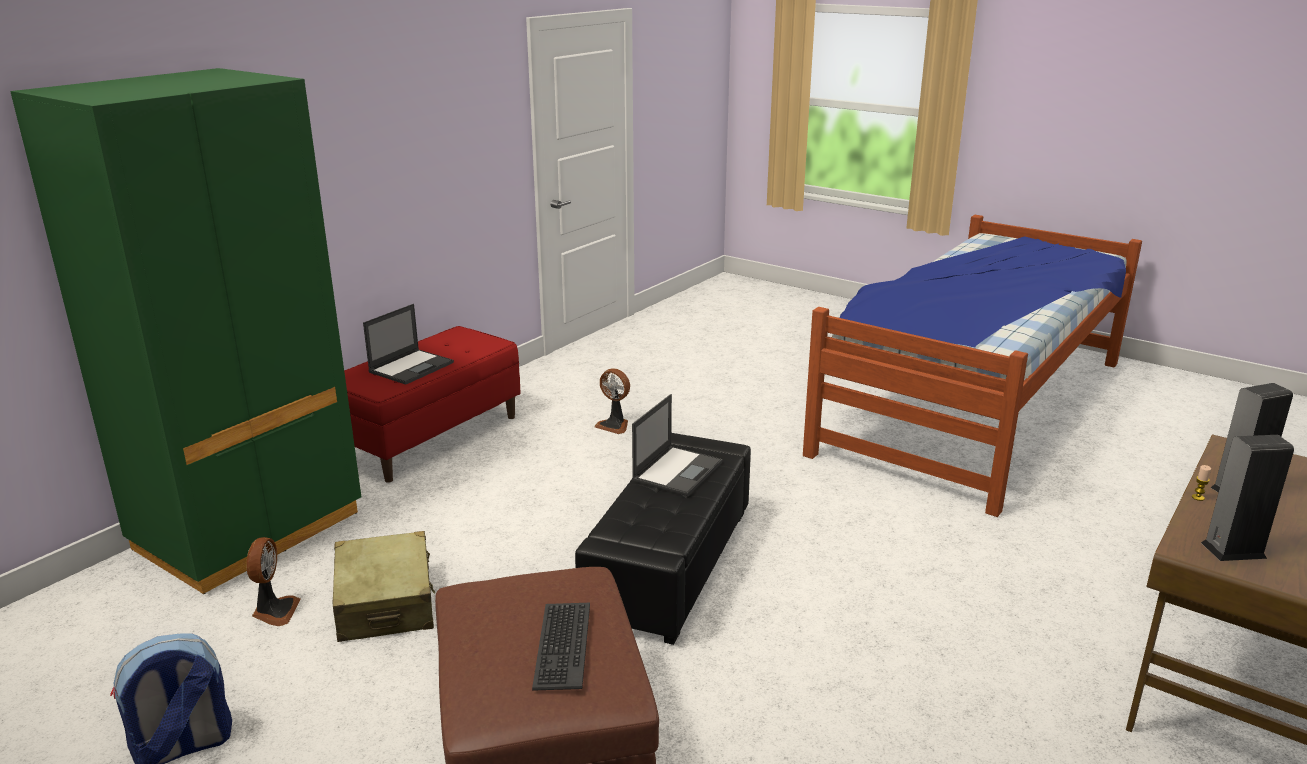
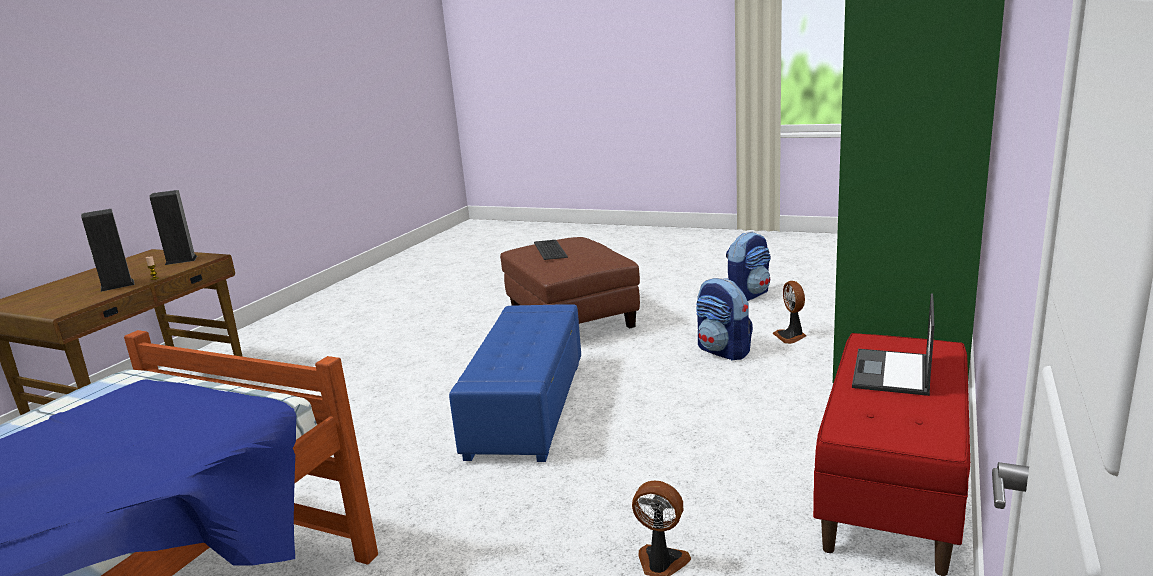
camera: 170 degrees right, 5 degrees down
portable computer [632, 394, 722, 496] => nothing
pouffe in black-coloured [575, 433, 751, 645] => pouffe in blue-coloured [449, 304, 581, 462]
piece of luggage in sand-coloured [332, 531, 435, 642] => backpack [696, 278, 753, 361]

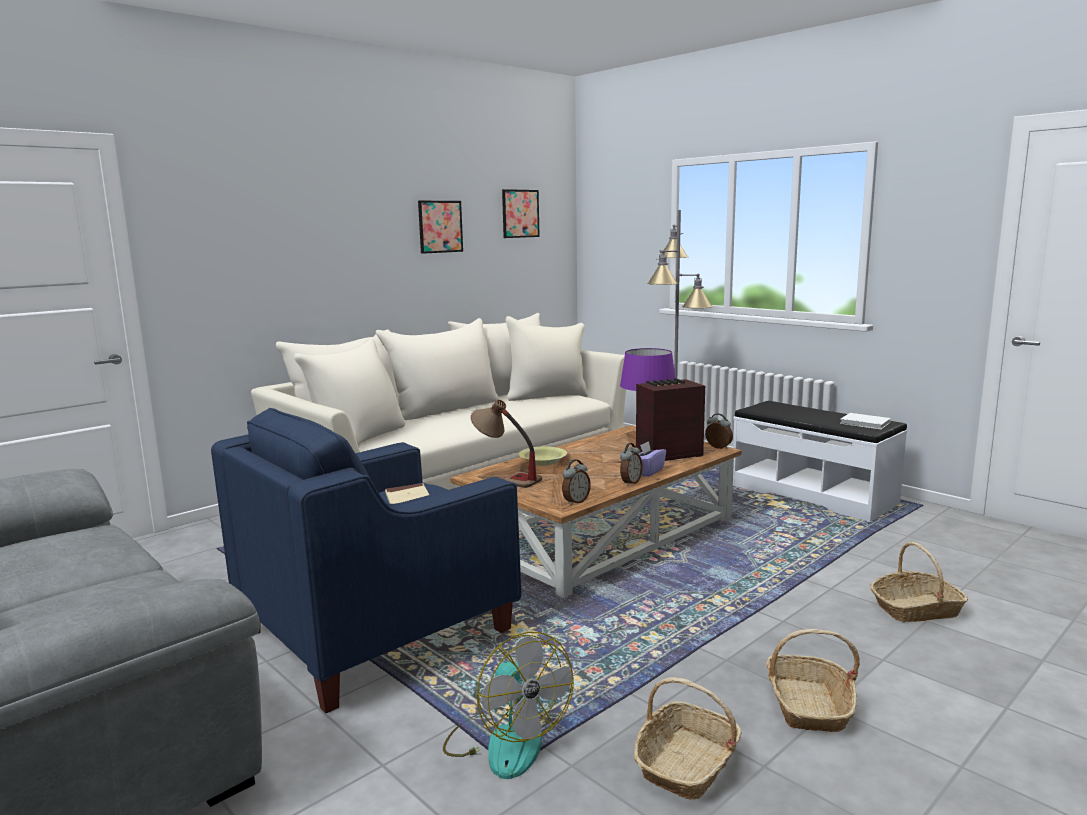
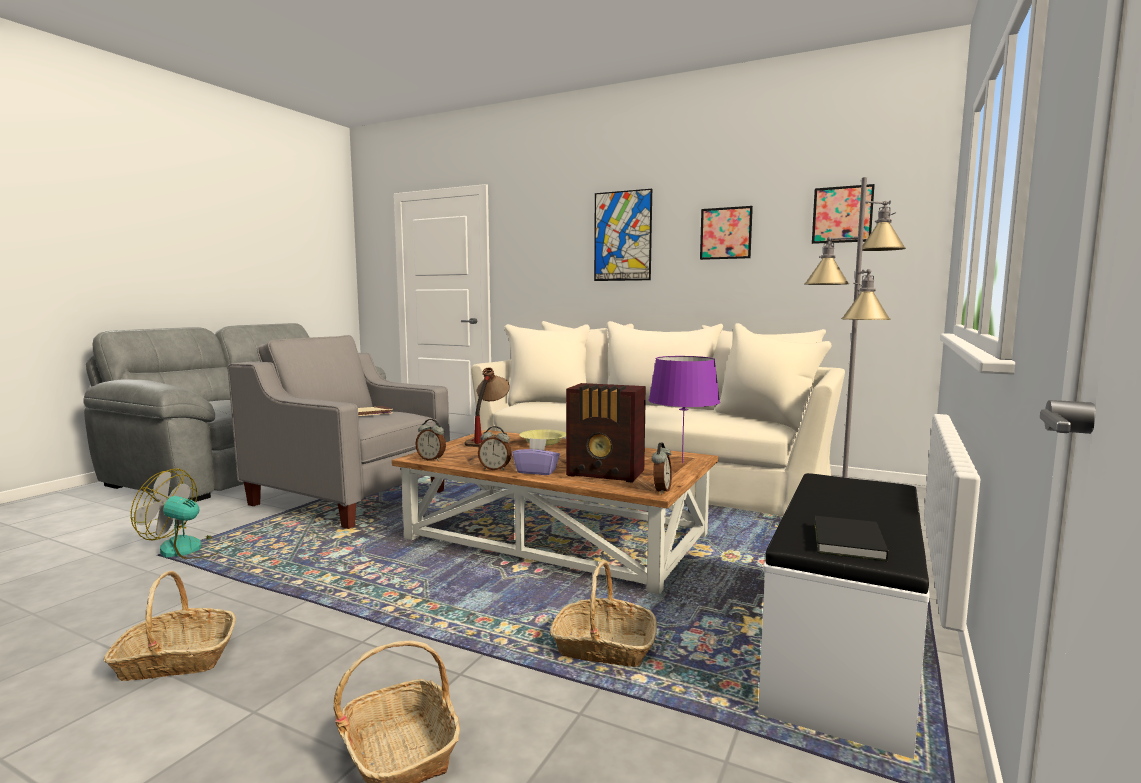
camera: 70 degrees right, 5 degrees down
radio [636, 378, 705, 461] => radio [566, 383, 646, 483], 150 degrees clockwise
easy chair in blue-coloured [211, 408, 521, 713] => easy chair in gray [228, 335, 450, 529]
book in white-coloured [840, 413, 891, 430] => book in black-coloured [814, 516, 888, 561]
cooling fan [443, 632, 574, 779] => cooling fan [131, 469, 229, 559], 60 degrees clockwise
storage basket [634, 677, 742, 800] => storage basket [550, 561, 657, 667], move
nothing => wall art [594, 189, 652, 281]

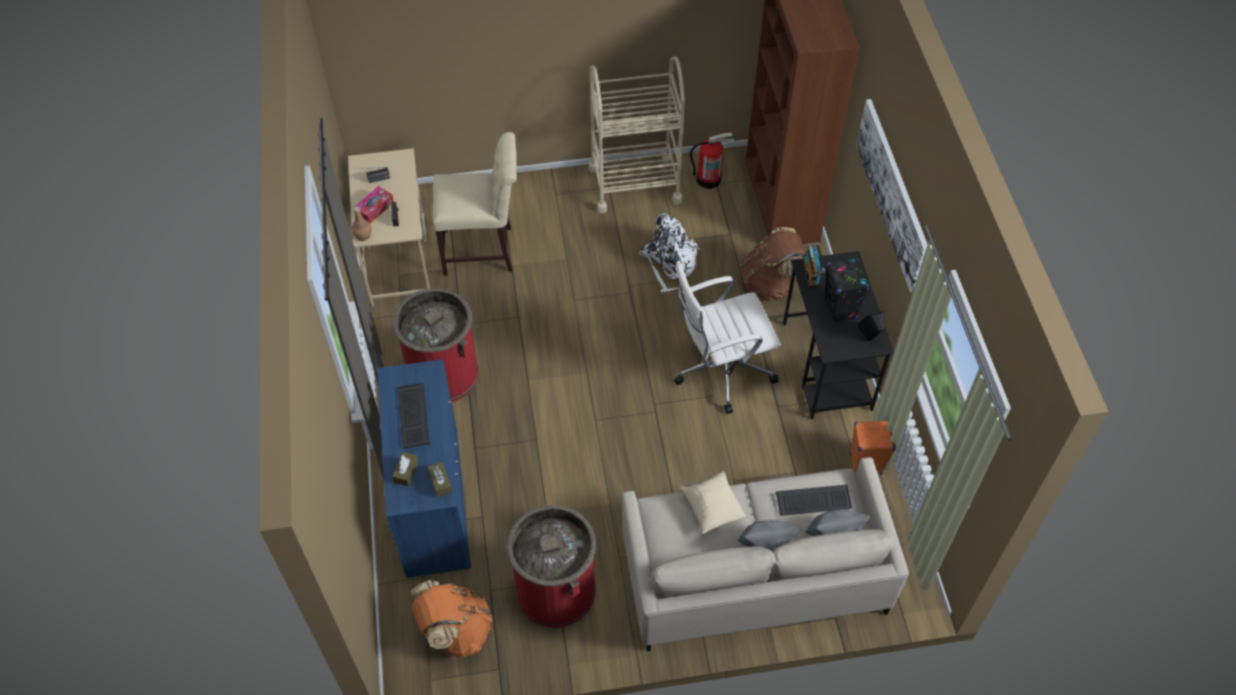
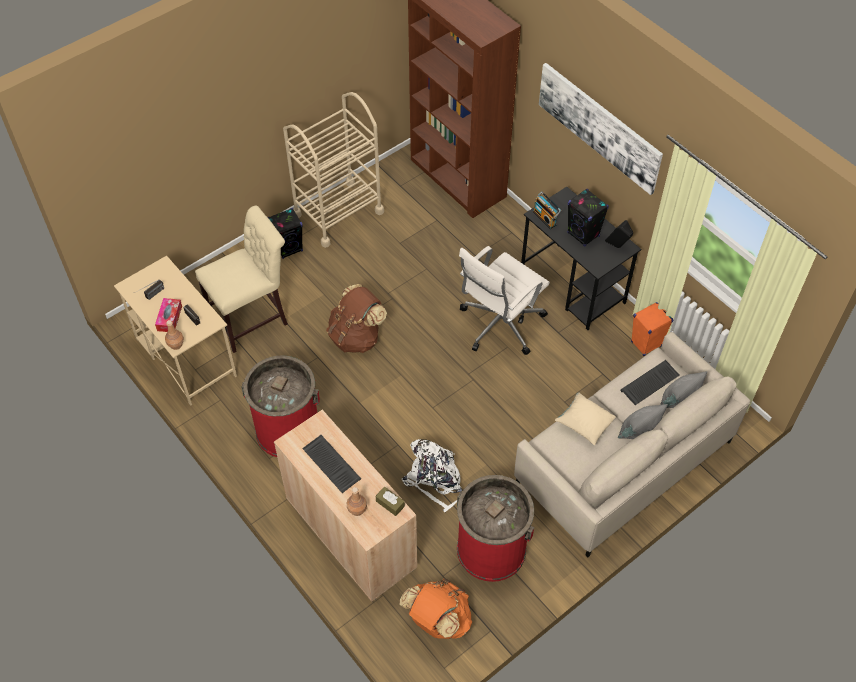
camera: 30 degrees left, 0 degrees up
fire-fighting cylinder [690, 132, 734, 189] => nothing
backpack in white-coloured [640, 213, 700, 292] => backpack in white-coloured [402, 439, 463, 512], move
backpack in brown-coloured [740, 227, 805, 301] => backpack in brown-coloured [326, 284, 387, 353], move
storage cabinet in blue-coloured [377, 360, 471, 578] => storage cabinet in sand-coloured [274, 410, 417, 602]
tissue holder in brown-coloured [392, 452, 419, 486] => drink bottle in brown-coloured [347, 487, 367, 516]
nothing => speaker in black-coloured [268, 208, 303, 259]

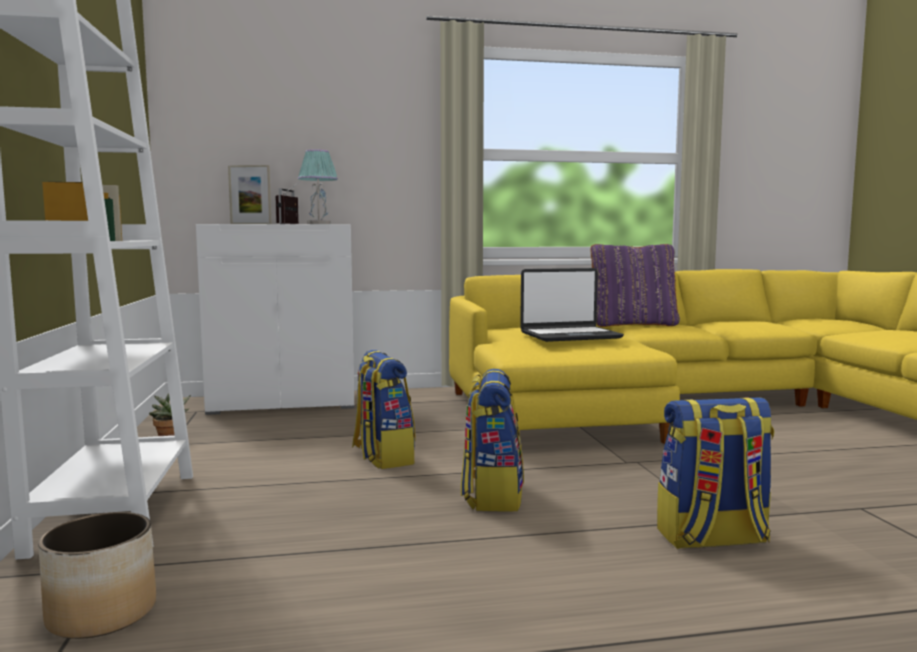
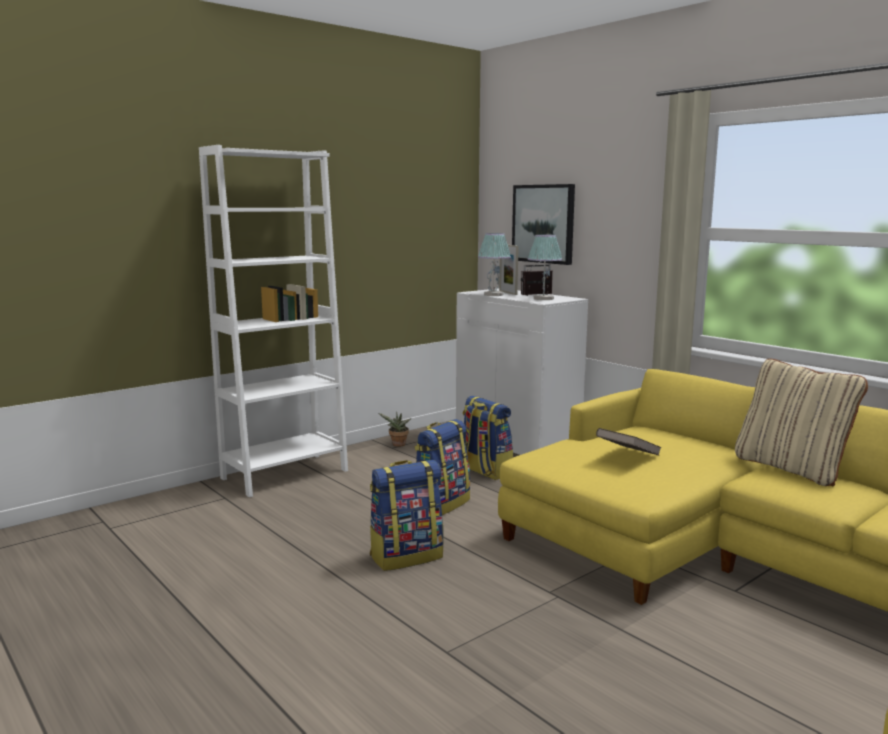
camera: 60 degrees right, 5 degrees up
pillow in purple-coloured [591, 244, 680, 327] => pillow in sand-coloured [735, 359, 868, 487]
portable computer [520, 268, 624, 342] => book in brown-coloured [596, 428, 662, 456]
backpack [657, 397, 774, 549] => backpack [463, 396, 513, 480], move
plant pot [38, 512, 156, 639] => nothing
nothing => wall art [512, 184, 575, 265]
nothing => tabletop lamp [478, 233, 511, 296]

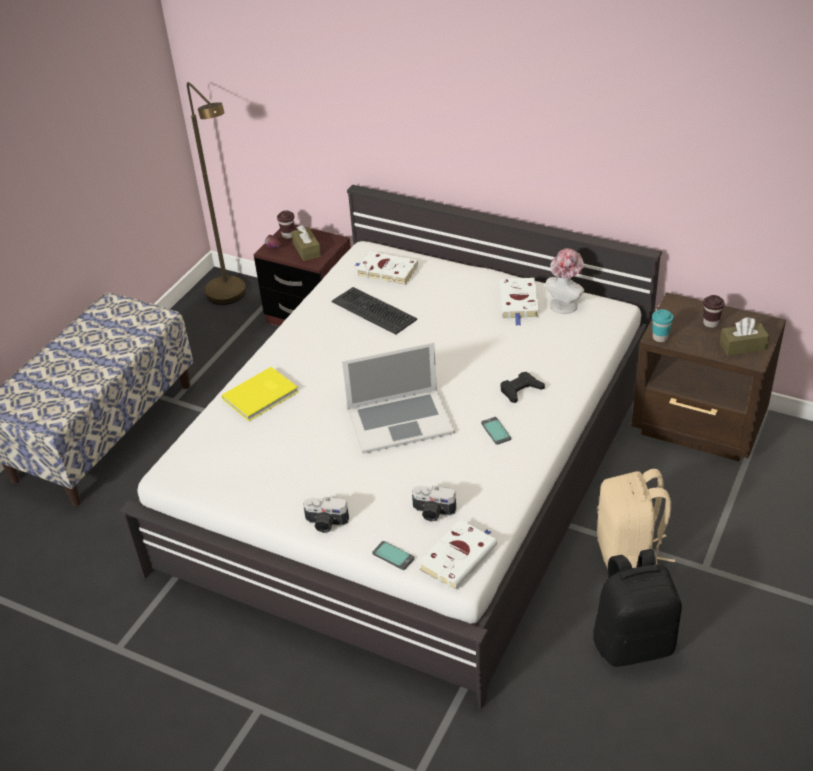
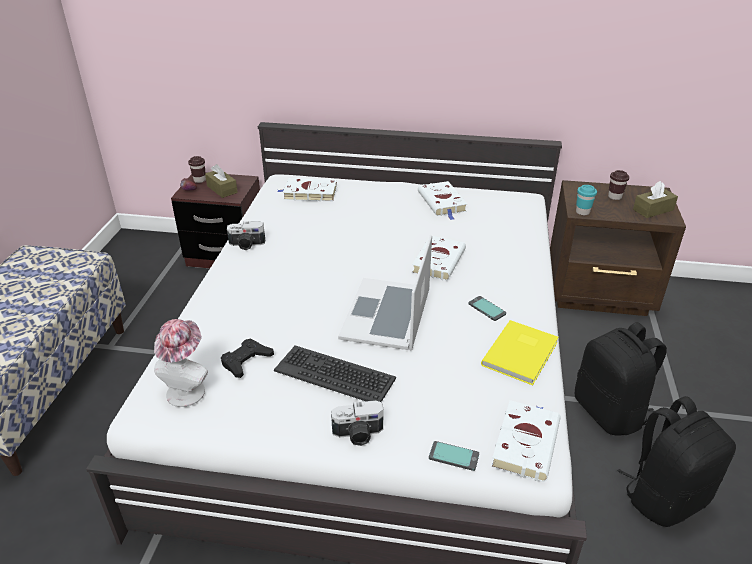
camera: 20 degrees left, 5 degrees down
standing lamp in brown-coloured [187, 82, 246, 305] => nothing
hat [545, 249, 584, 314] => hat [154, 319, 208, 407], move
PC keyboard [332, 287, 417, 335] => PC keyboard [274, 345, 396, 402], move
portable computer [342, 342, 455, 454] => portable computer [338, 235, 432, 350], 135 degrees clockwise
book in yellowish [222, 367, 299, 421] => book in yellowish [481, 320, 559, 385], move
gamepad in black-coloured [500, 372, 545, 403] => gamepad in black-coloured [221, 338, 274, 378], move
backpack in sand-coloured [597, 469, 675, 569] => backpack in black-coloured [575, 322, 667, 436]
photo camera [412, 486, 456, 522] => photo camera [227, 221, 265, 250], move
nothing => book in white-coloured [412, 236, 466, 280]

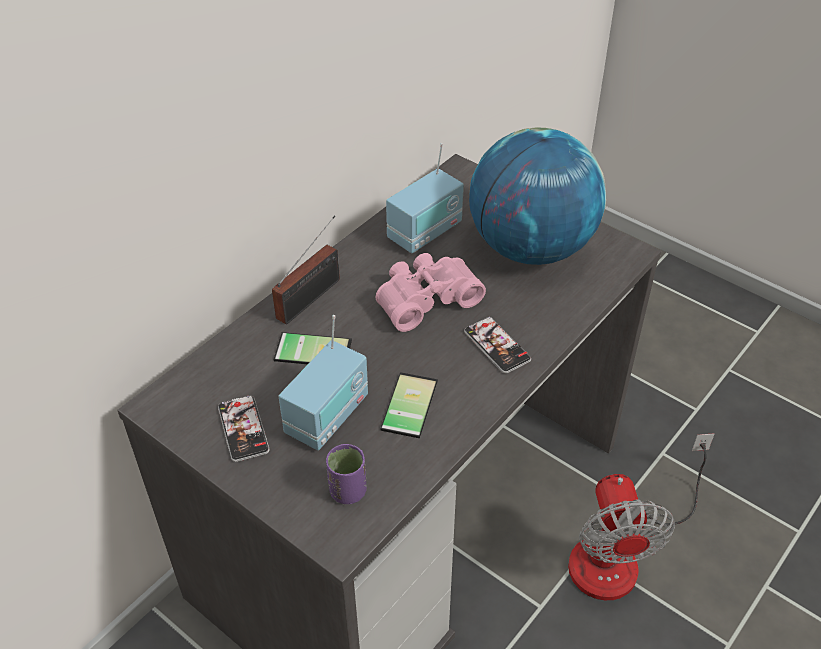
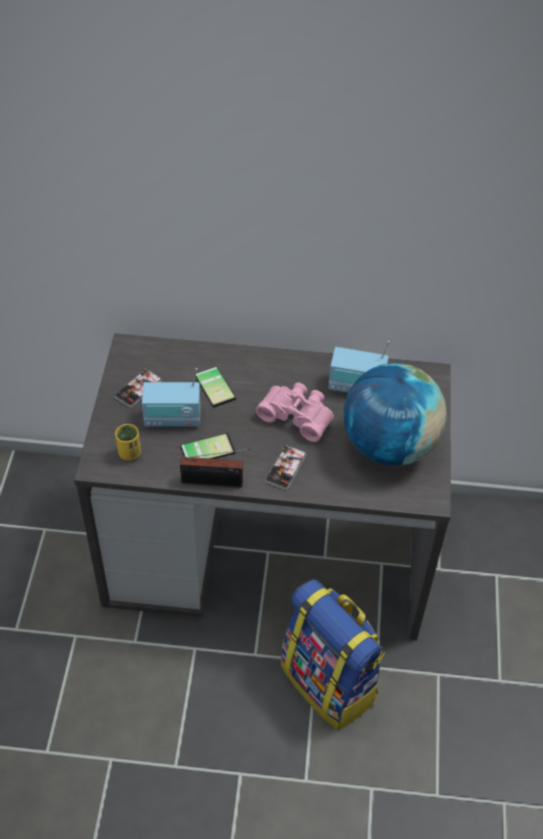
camera: 55 degrees right, 5 degrees up
radio [272, 216, 340, 324] => radio [180, 449, 250, 487], move
cooling fan [568, 433, 714, 600] => backpack [281, 580, 385, 731]
drinking cup in purple-coloured [326, 444, 367, 504] => drinking cup in yellowish [115, 424, 141, 461]

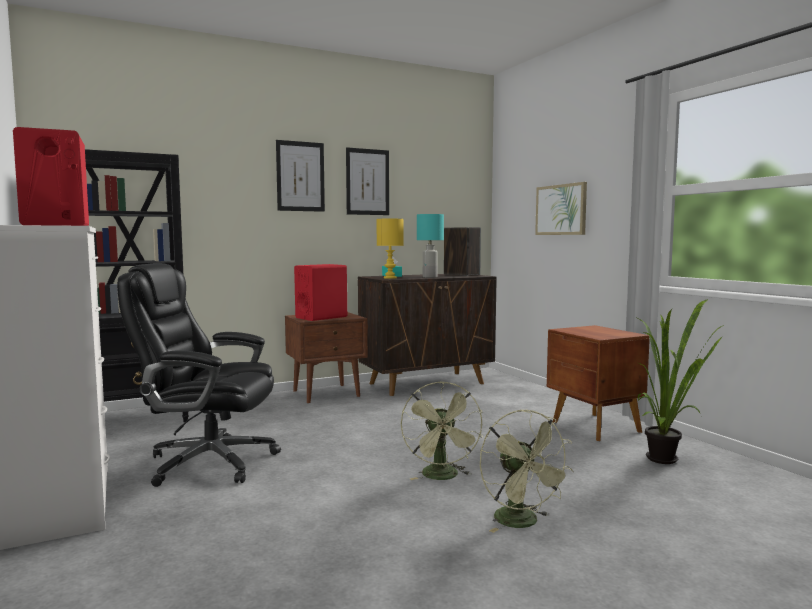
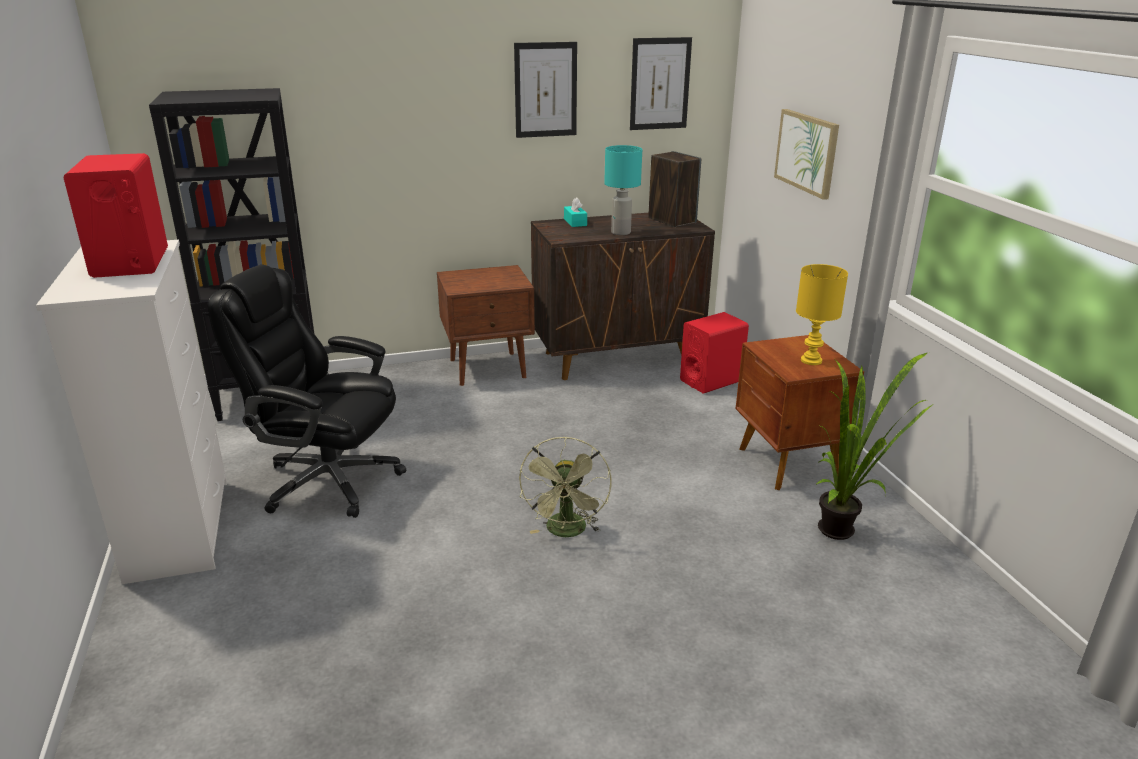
camera: 10 degrees right, 20 degrees up
wall art [276, 140, 325, 212] => wall art [630, 37, 692, 130], move
tabletop lamp in yellowish [377, 219, 404, 279] => tabletop lamp in yellowish [796, 264, 848, 365], move
speaker in reddish [294, 264, 347, 321] => speaker in reddish [680, 312, 749, 394], move
cooling fan in green-coloured [480, 409, 574, 533] => nothing

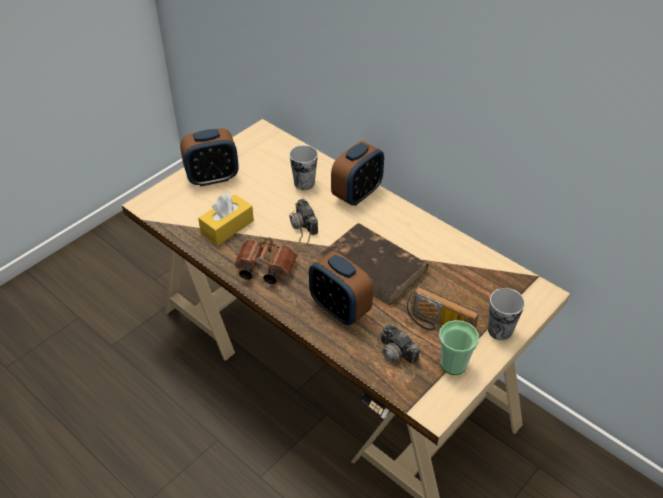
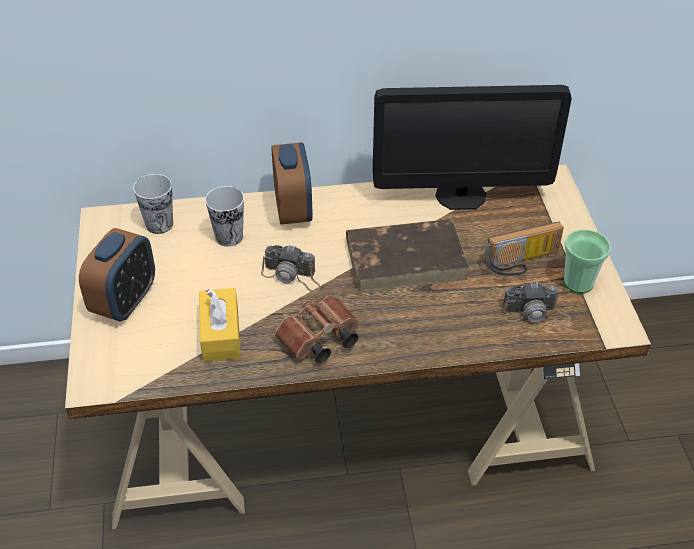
camera: 50 degrees left, 0 degrees up
bedside clock [309, 251, 373, 325] => nothing
drinking cup [488, 288, 525, 340] => drinking cup [133, 174, 173, 234], move
nothing => monitor [373, 85, 572, 210]

